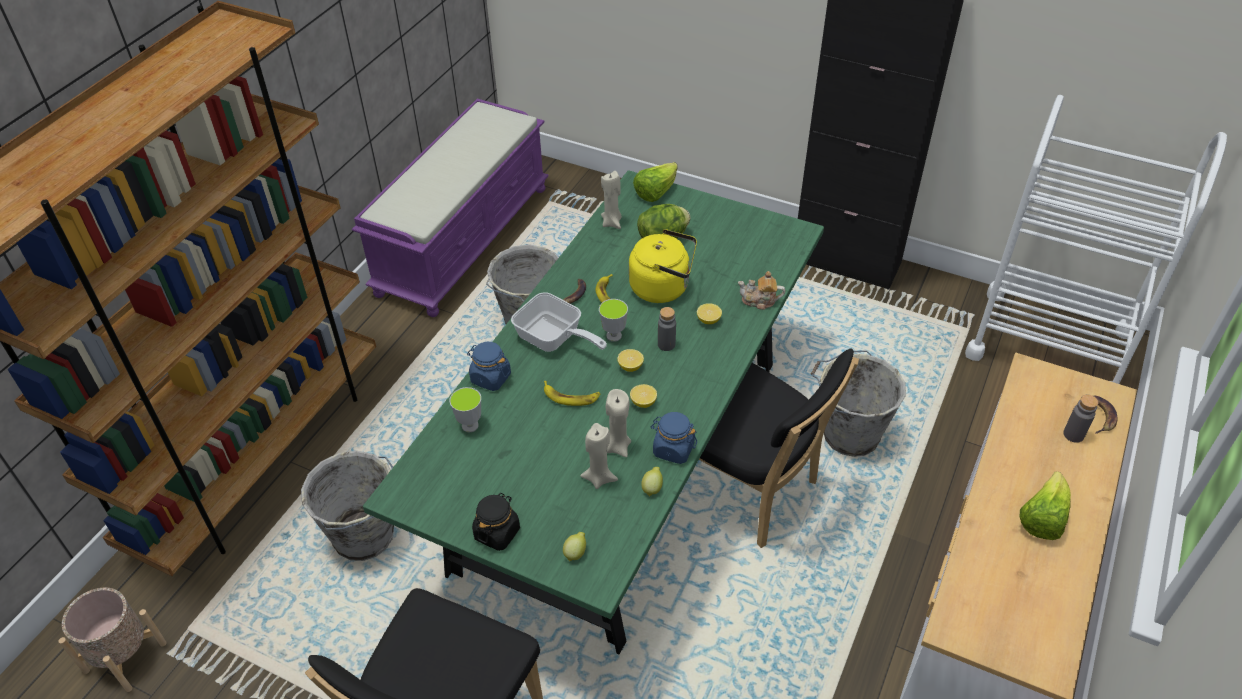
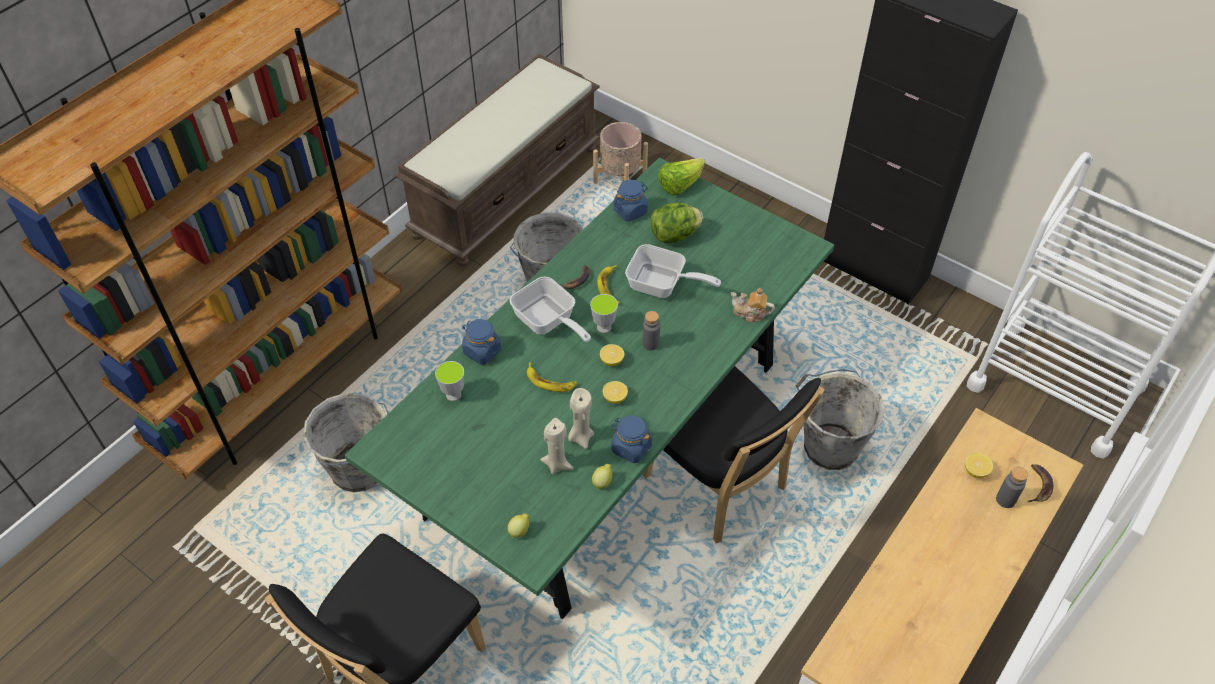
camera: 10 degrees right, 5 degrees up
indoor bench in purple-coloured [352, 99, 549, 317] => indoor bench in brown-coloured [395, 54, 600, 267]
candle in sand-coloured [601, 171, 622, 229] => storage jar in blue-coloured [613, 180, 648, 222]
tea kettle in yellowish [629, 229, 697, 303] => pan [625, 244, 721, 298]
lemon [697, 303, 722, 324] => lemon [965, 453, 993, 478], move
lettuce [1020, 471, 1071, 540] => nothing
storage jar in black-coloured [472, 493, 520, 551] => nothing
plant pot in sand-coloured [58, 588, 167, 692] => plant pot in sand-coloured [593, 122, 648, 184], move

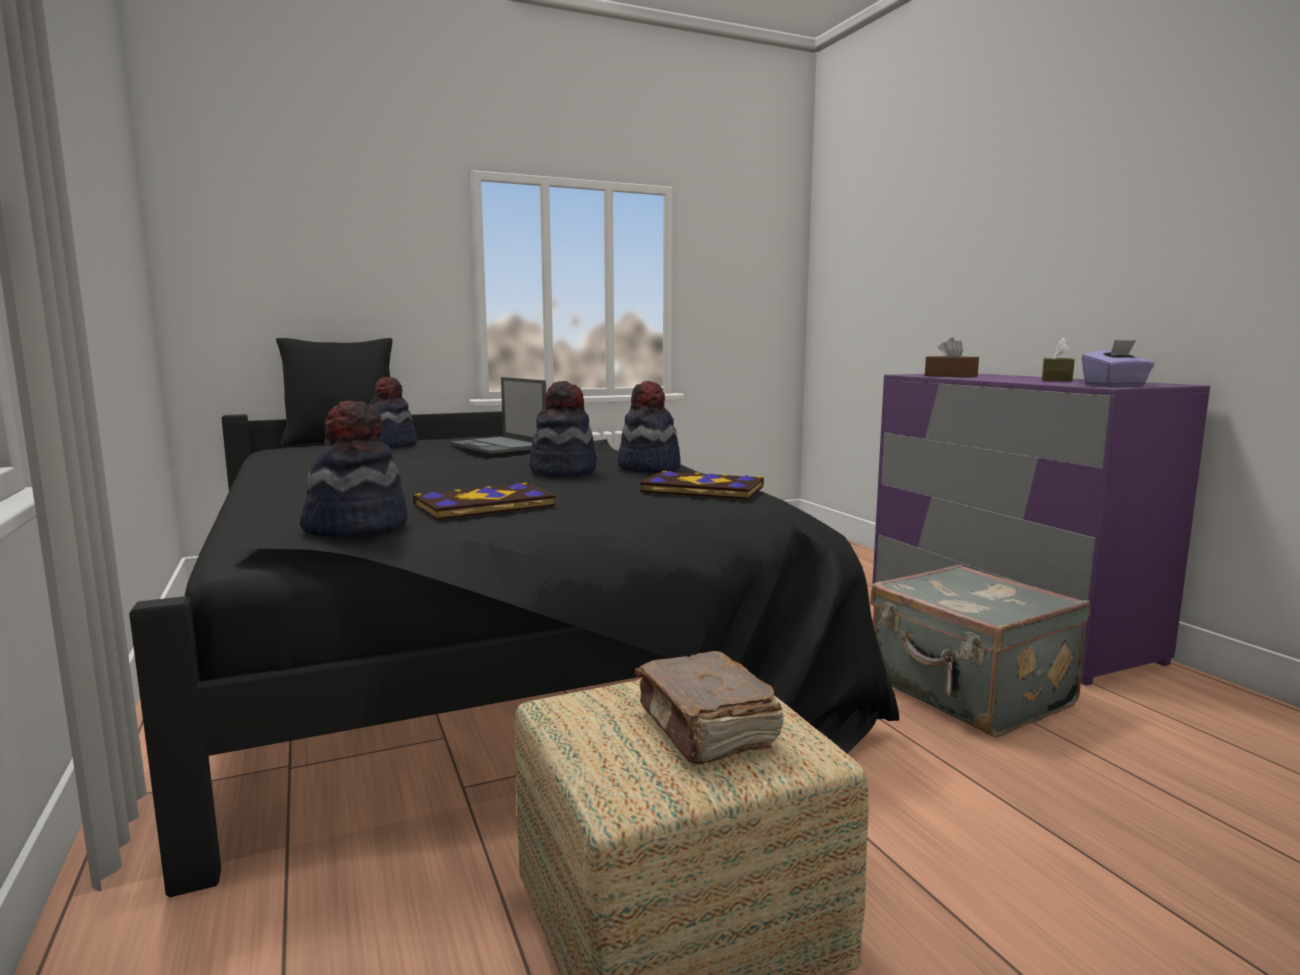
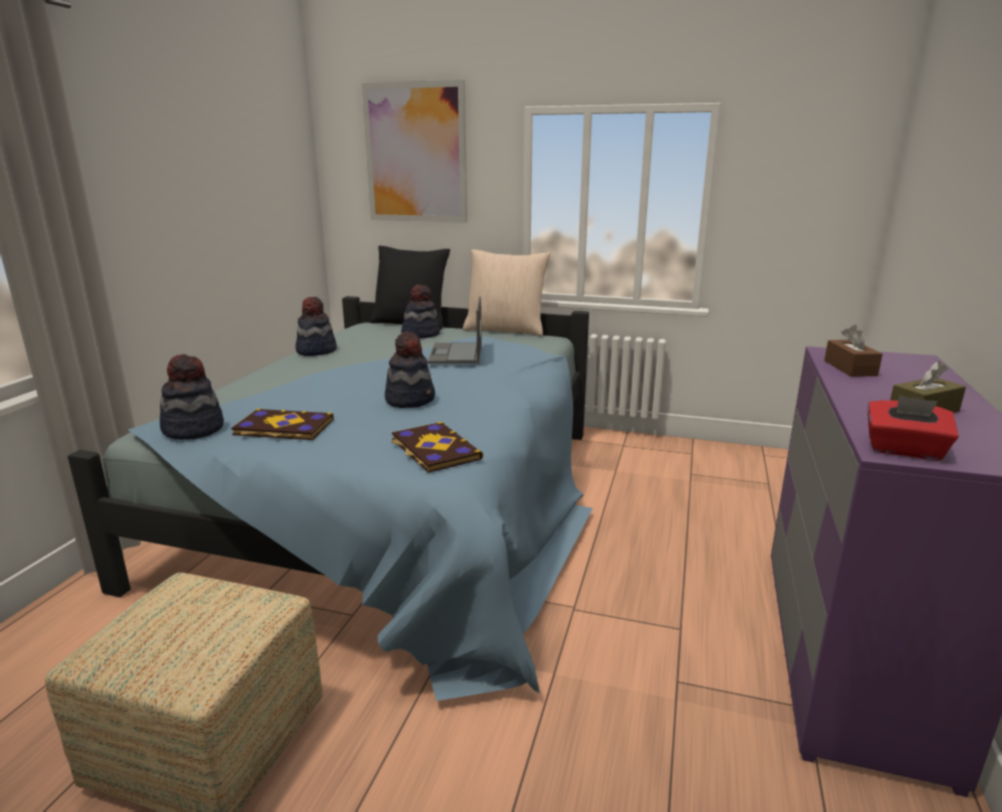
camera: 40 degrees right, 10 degrees up
tissue holder in purple-coloured [1082, 340, 1155, 387] => tissue holder in reddish [867, 396, 959, 461]
hat [618, 381, 681, 473] => hat [296, 297, 337, 356], move
bedroom bed in black-coloured [129, 411, 899, 897] => bedroom bed in blue-coloured [68, 296, 593, 701]
piece of luggage in gray [870, 565, 1090, 737] => nothing
book in brown-coloured [635, 651, 784, 764] => nothing
nothing => wall art [362, 80, 467, 223]
nothing => pillow in sand-coloured [463, 249, 550, 336]

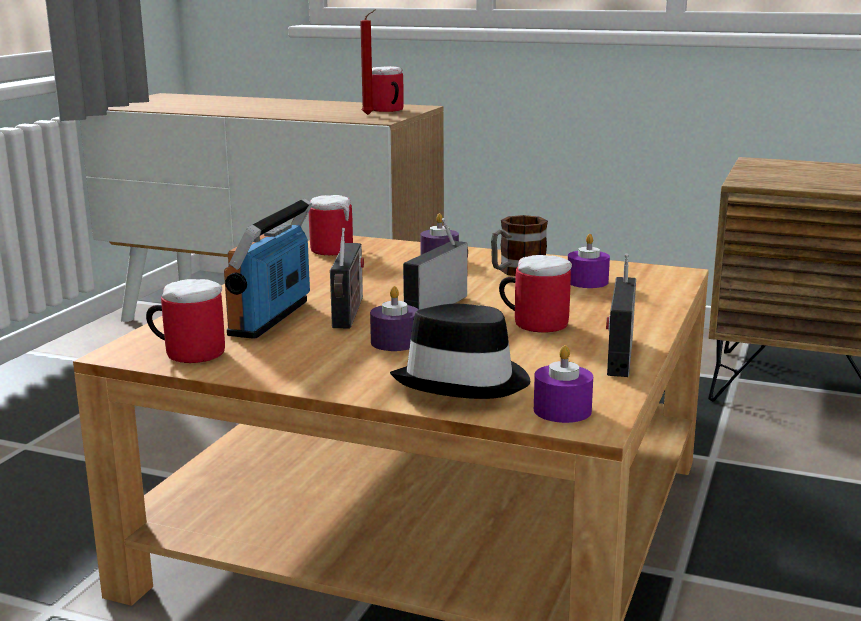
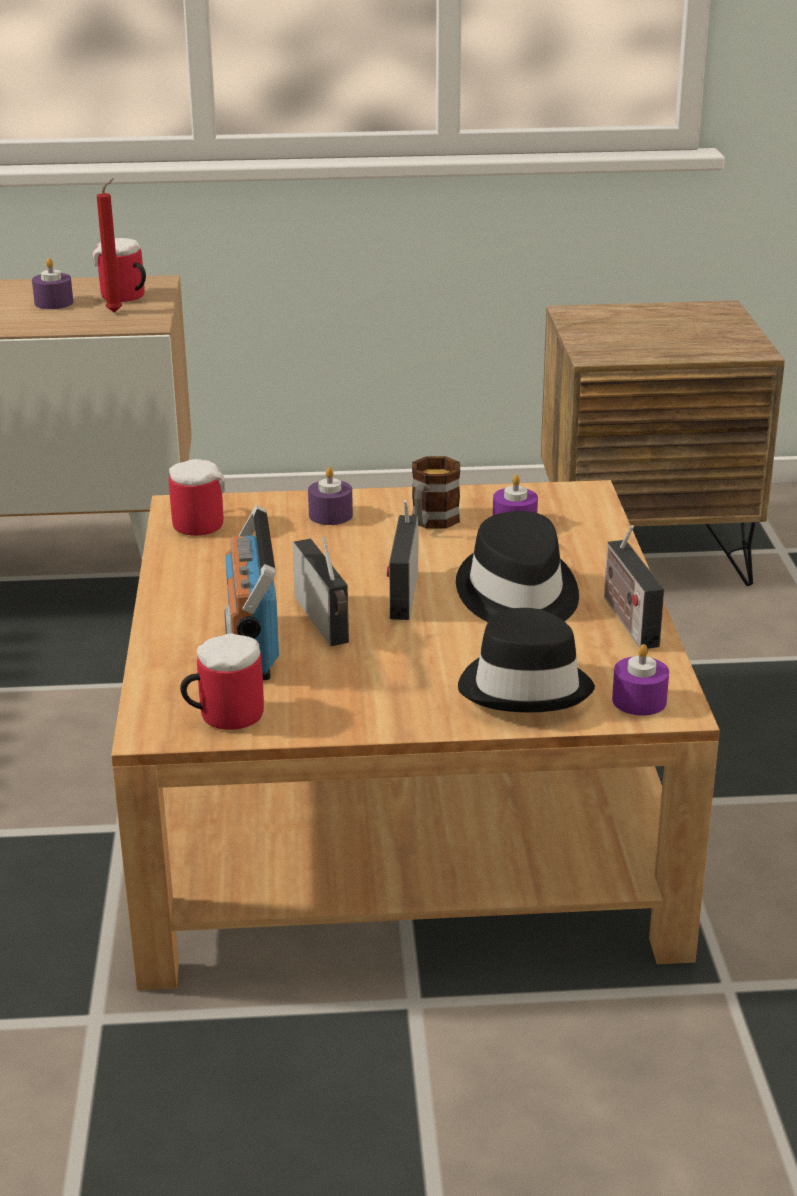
camera: 25 degrees left, 10 degrees up
mug [499, 255, 572, 333] => hat in black-coloured [456, 511, 579, 622]
candle in purple-coloured [370, 286, 418, 351] => candle in purple-coloured [32, 258, 73, 309], move

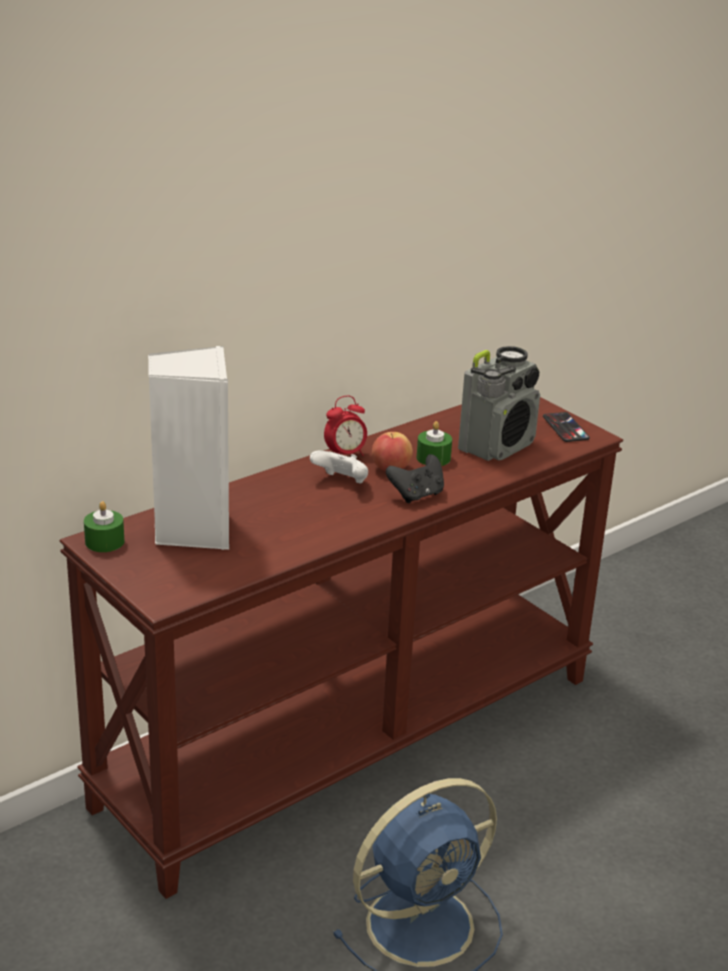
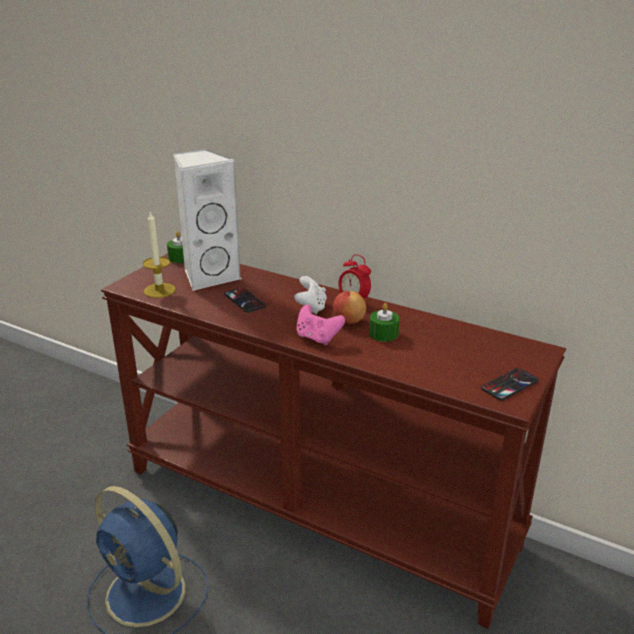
camera: 70 degrees right, 0 degrees up
radio [458, 346, 540, 461] => nothing
gamepad in black-coloured [386, 454, 444, 503] => gamepad in pinkish [296, 304, 345, 345]
nothing => candle [142, 212, 176, 298]
nothing => phone [224, 288, 266, 313]

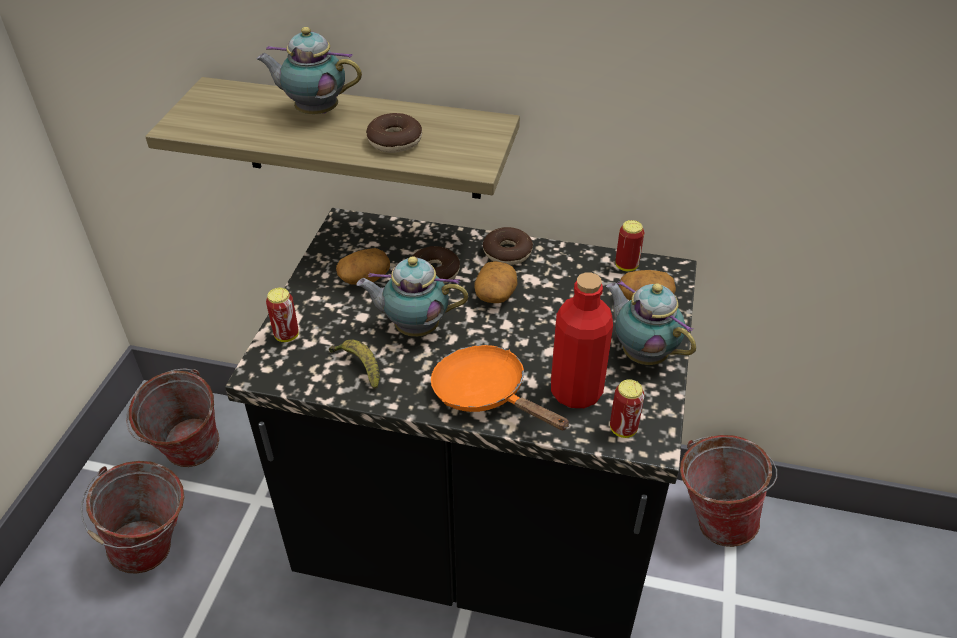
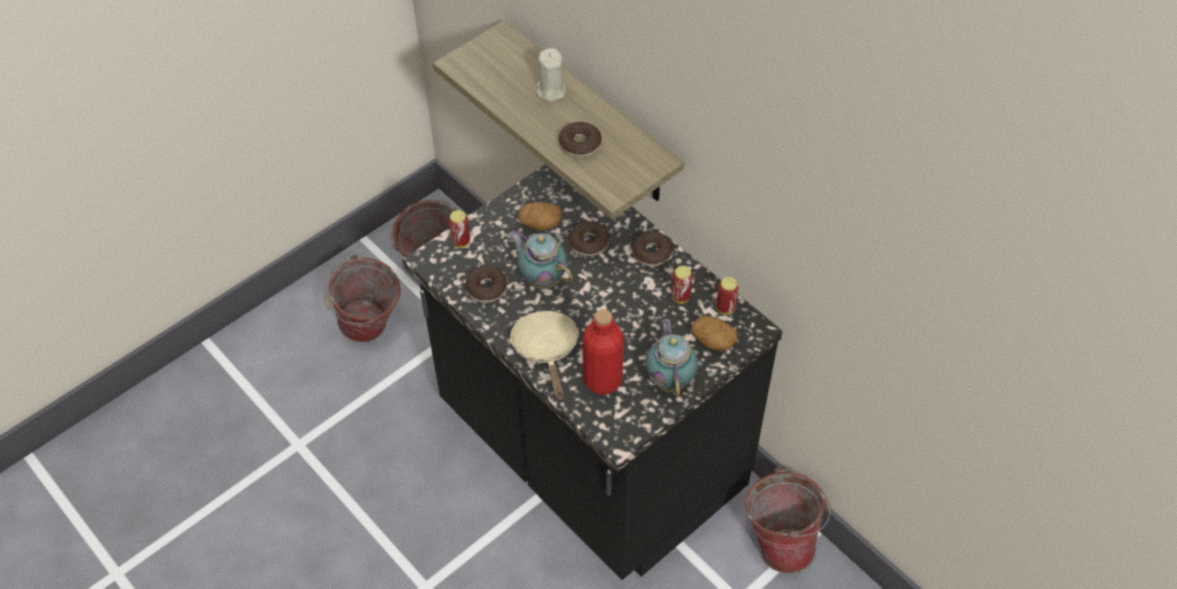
camera: 35 degrees right, 10 degrees up
tea pot [256, 27, 362, 114] => candle in sand-coloured [537, 48, 565, 102]
whole potato [475, 261, 518, 303] => nothing
banana fruit [329, 340, 380, 389] => ring doughnut [465, 266, 507, 303]
pan in orange [431, 345, 570, 430] => pan in sand-coloured [510, 311, 579, 400]
can [610, 379, 645, 438] => can [672, 266, 693, 304], move

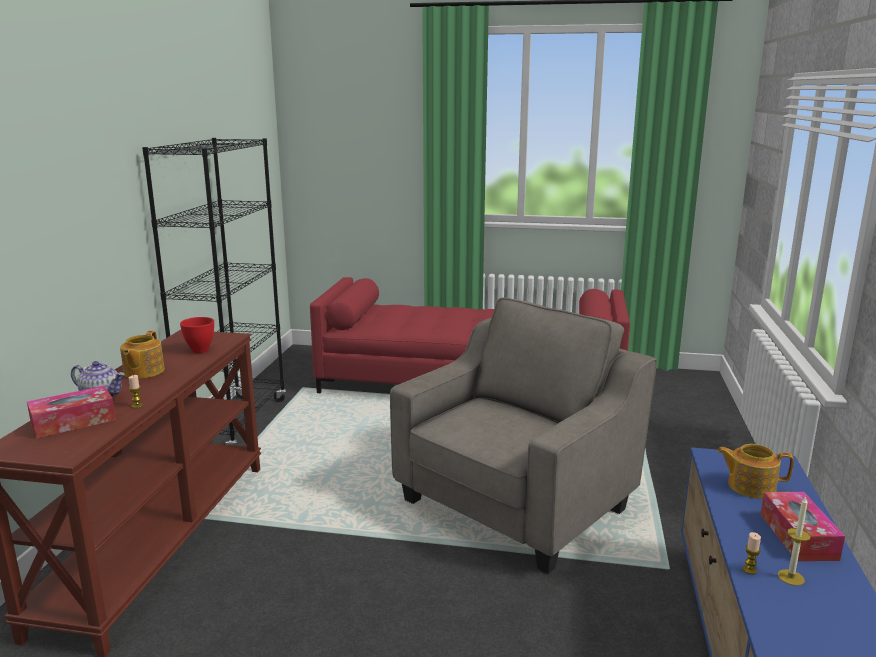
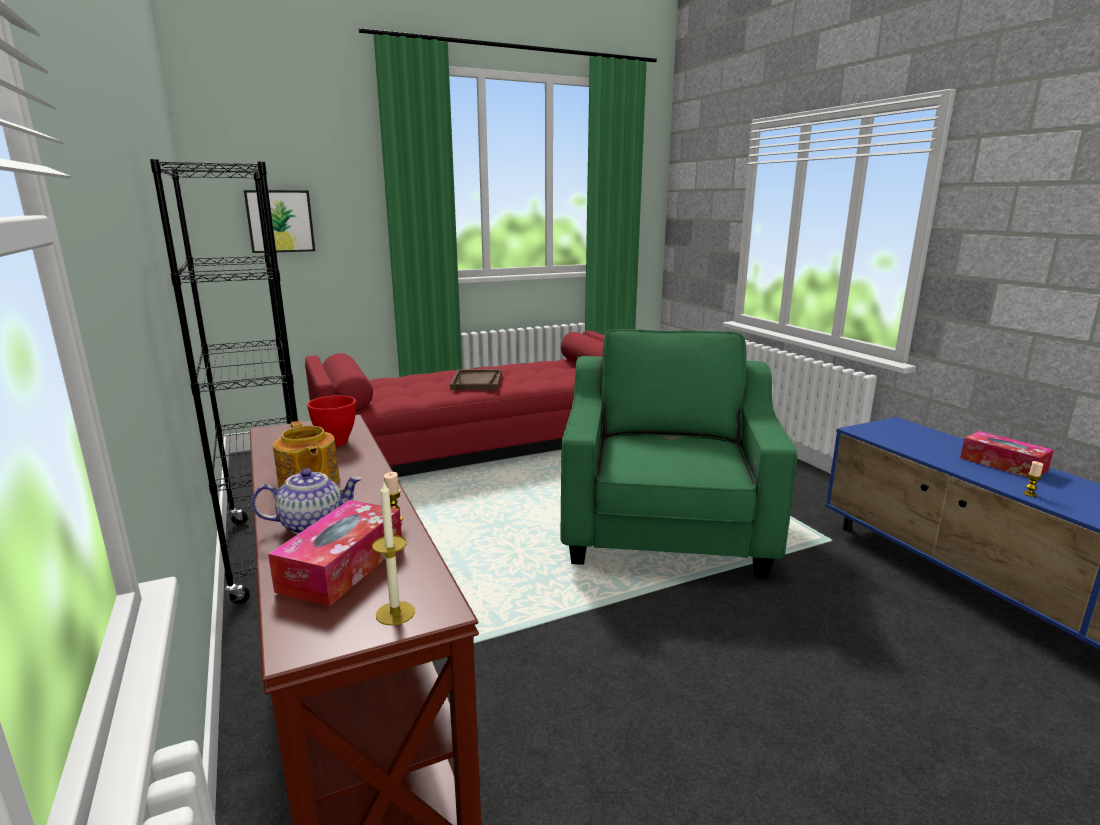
camera: 35 degrees left, 0 degrees up
easy chair in gray [390, 297, 657, 574] => easy chair in green-coloured [561, 329, 798, 579]
tea pot [717, 444, 794, 499] => nothing
candle [778, 496, 811, 586] => candle [372, 483, 415, 626], move
nothing => wall art [244, 190, 315, 253]
nothing => tray in brown-coloured [450, 369, 502, 390]

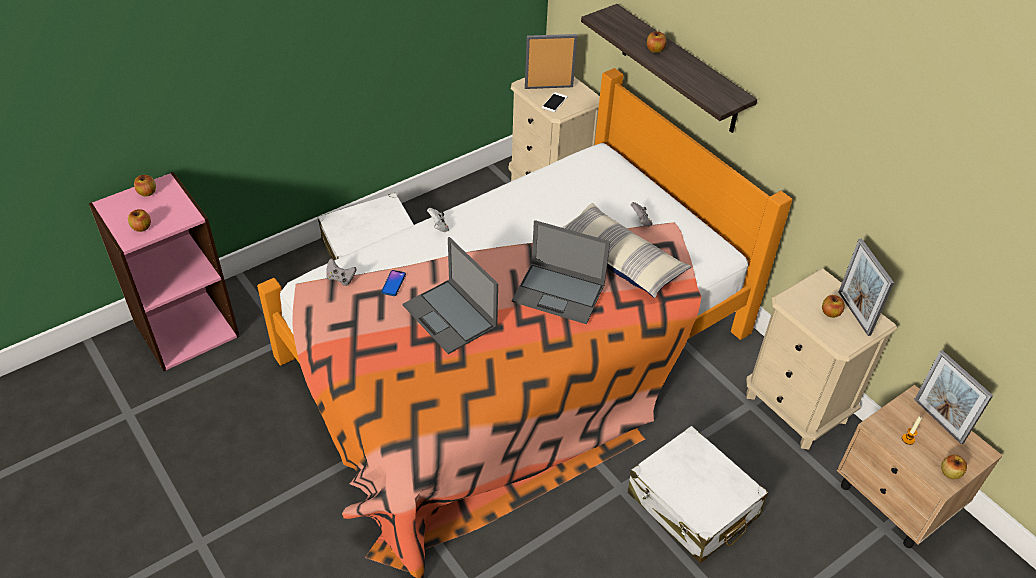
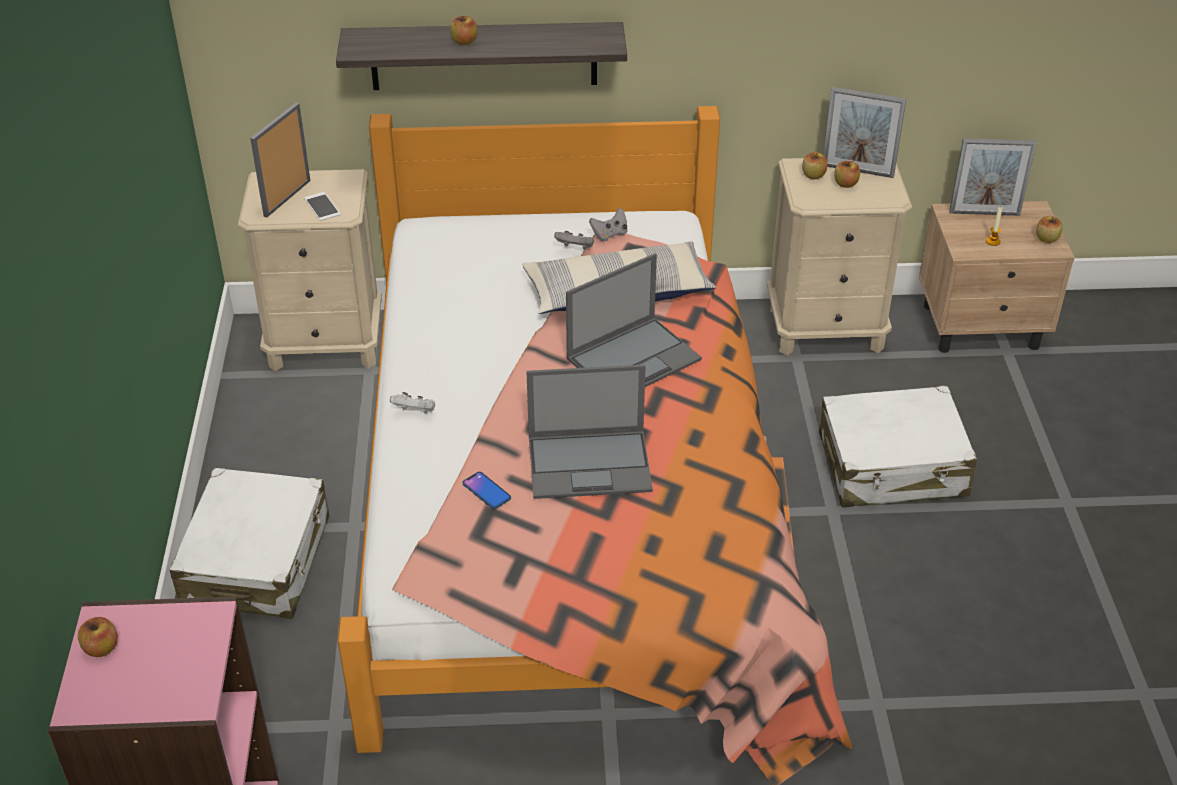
camera: 55 degrees left, 5 degrees down
whole apple [128, 209, 151, 232] => whole apple [802, 152, 828, 179], move
gamepad in gray [326, 258, 357, 286] => gamepad in gray [589, 208, 627, 242], move

